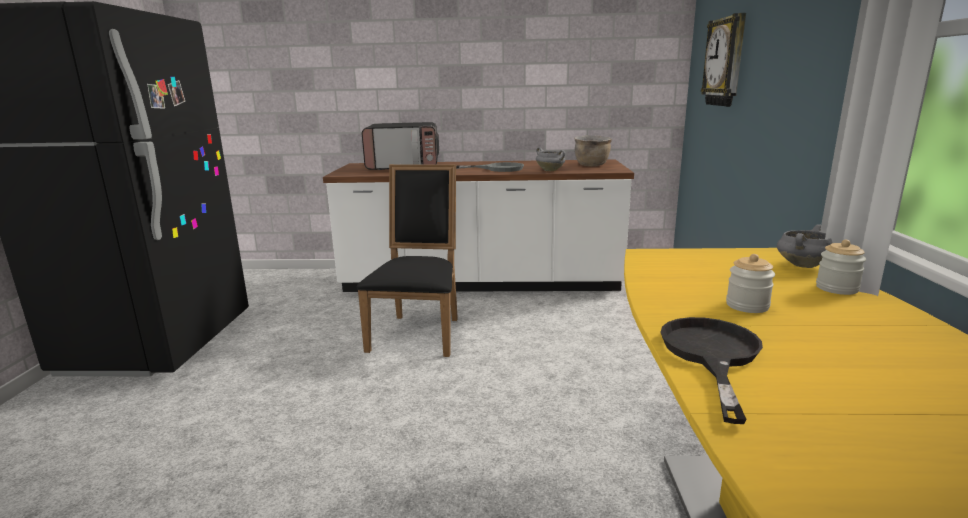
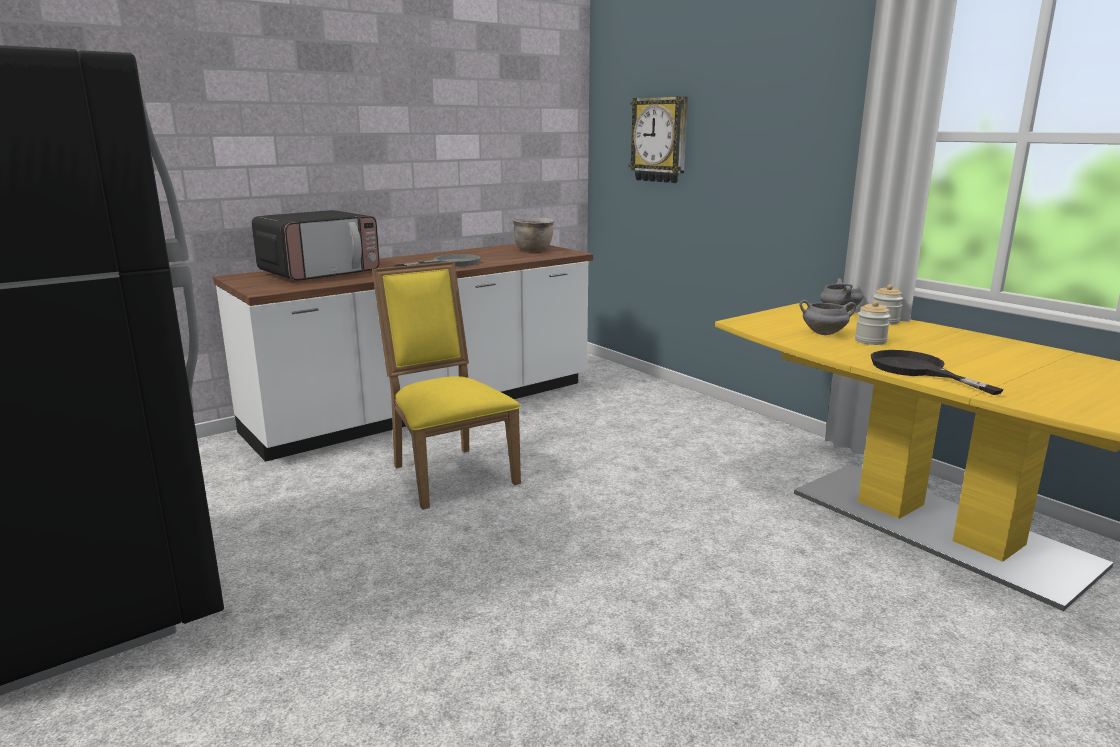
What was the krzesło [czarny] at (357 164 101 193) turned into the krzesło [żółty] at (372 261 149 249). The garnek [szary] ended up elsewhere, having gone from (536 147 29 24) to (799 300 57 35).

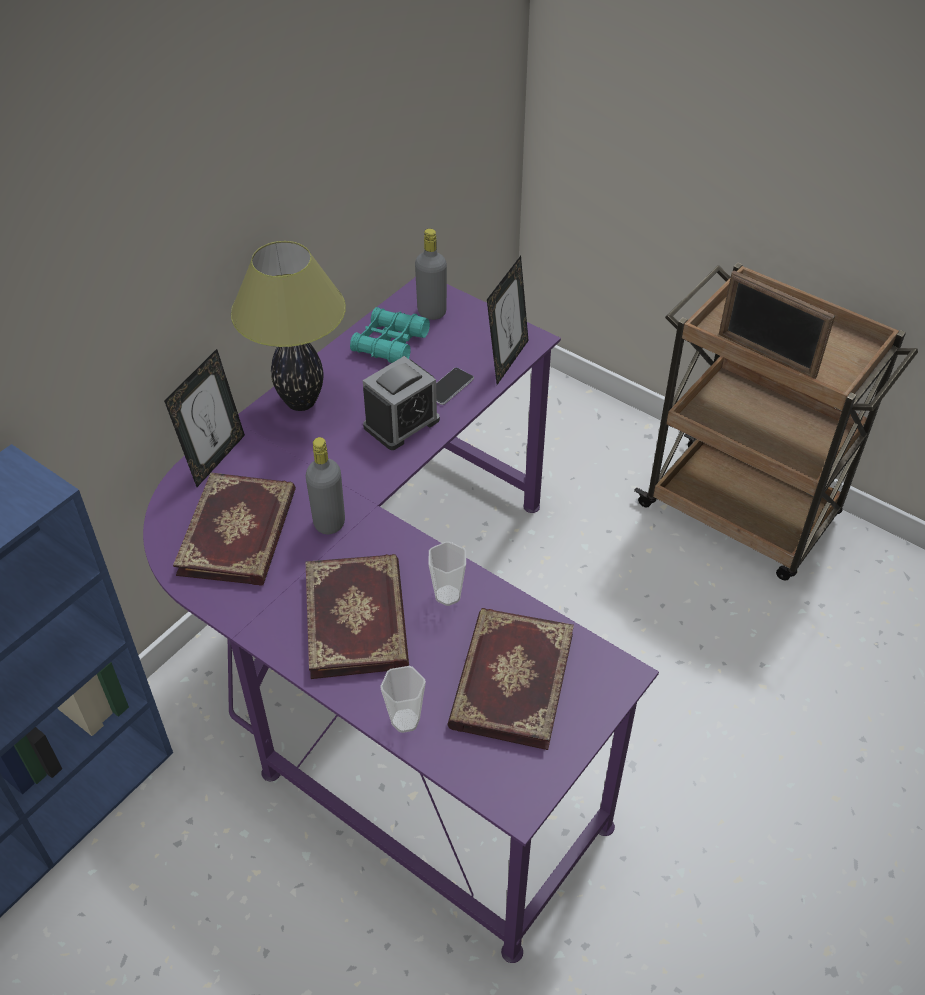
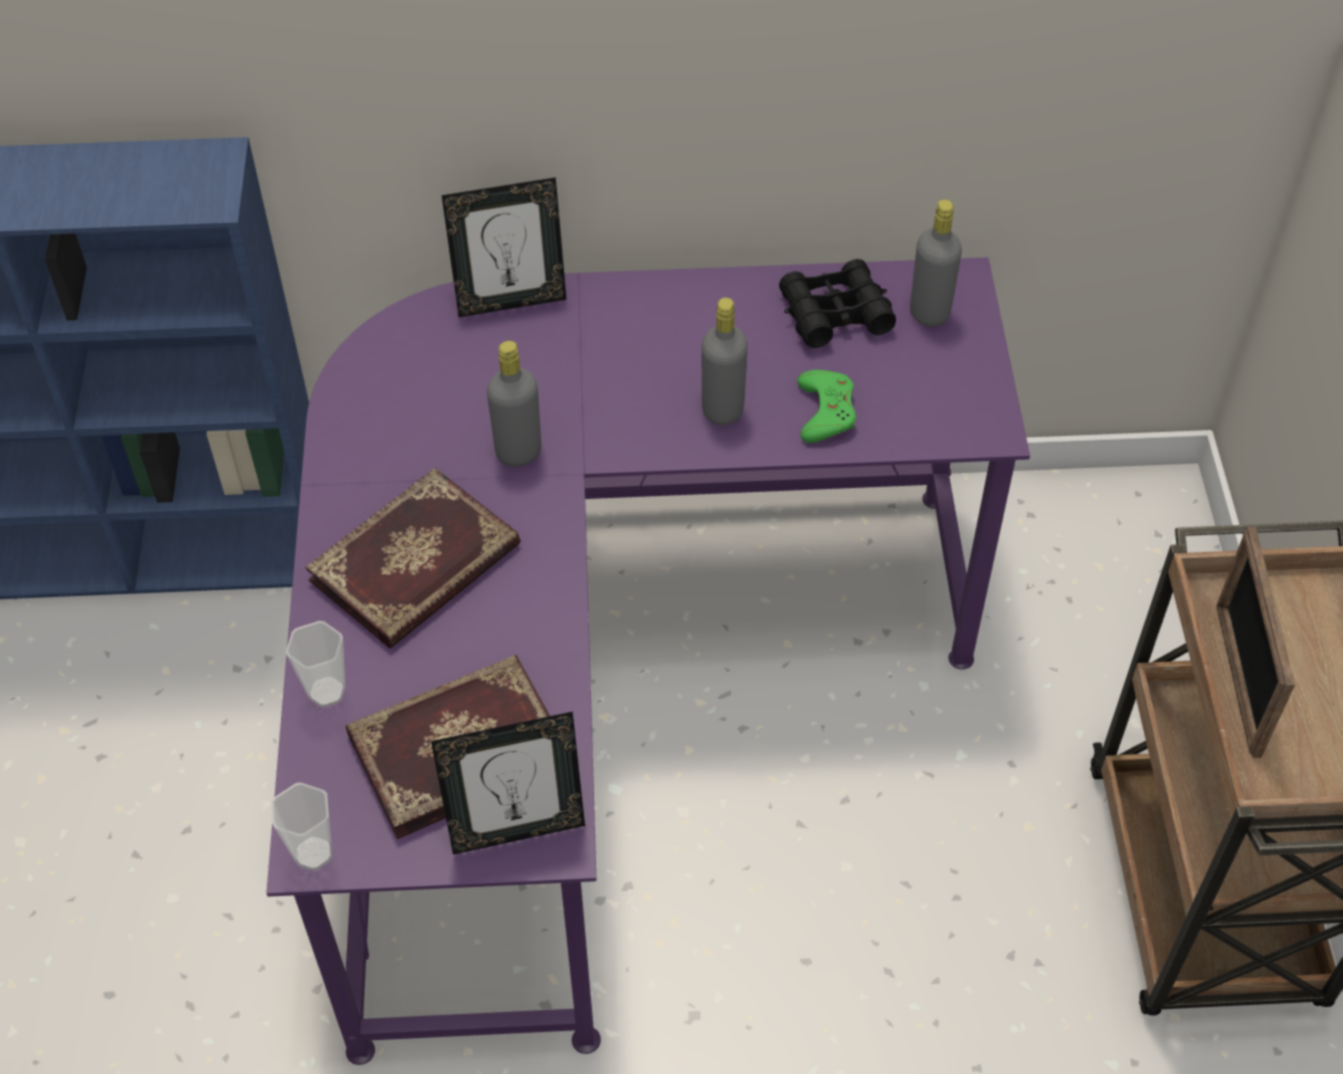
The filiżanka ended up elsewhere, having gone from (428 541 38 65) to (271 782 61 89). The ramka na zdjęcie ended up elsewhere, having gone from (487 256 42 129) to (431 711 154 144). Where the budzik stood at (363 356 77 94), the butelka [szary] came to stand at (701 297 47 128). What was the lornetka [turkusowy] at (350 307 80 56) turned into the lornetka [czarny] at (779 259 117 89). Where the telefon stood at (436 368 38 37), the pad do gier [zielony] came to stand at (797 370 59 73). The second view lost the książka at (173 473 123 113). The second view lost the lampa stołowa at (231 241 115 170).

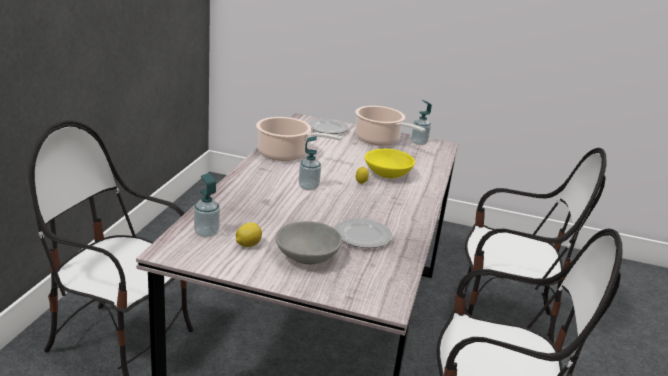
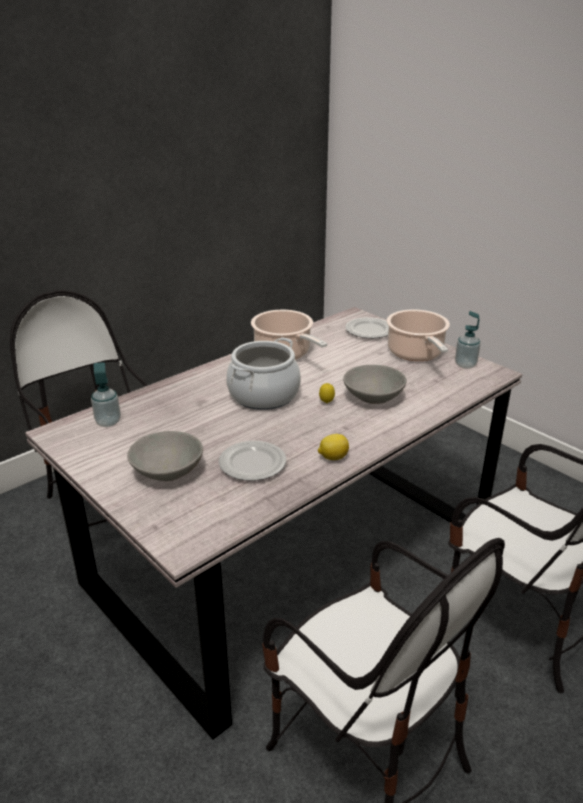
Where the dozownik mydła stood at (299 136 22 55), the garnek came to stand at (226 337 75 73). The cytryna ended up elsewhere, having gone from (236 222 26 25) to (318 434 31 26). What was the miska [żółty] at (365 149 50 29) turned into the miska [szary] at (343 365 64 39).

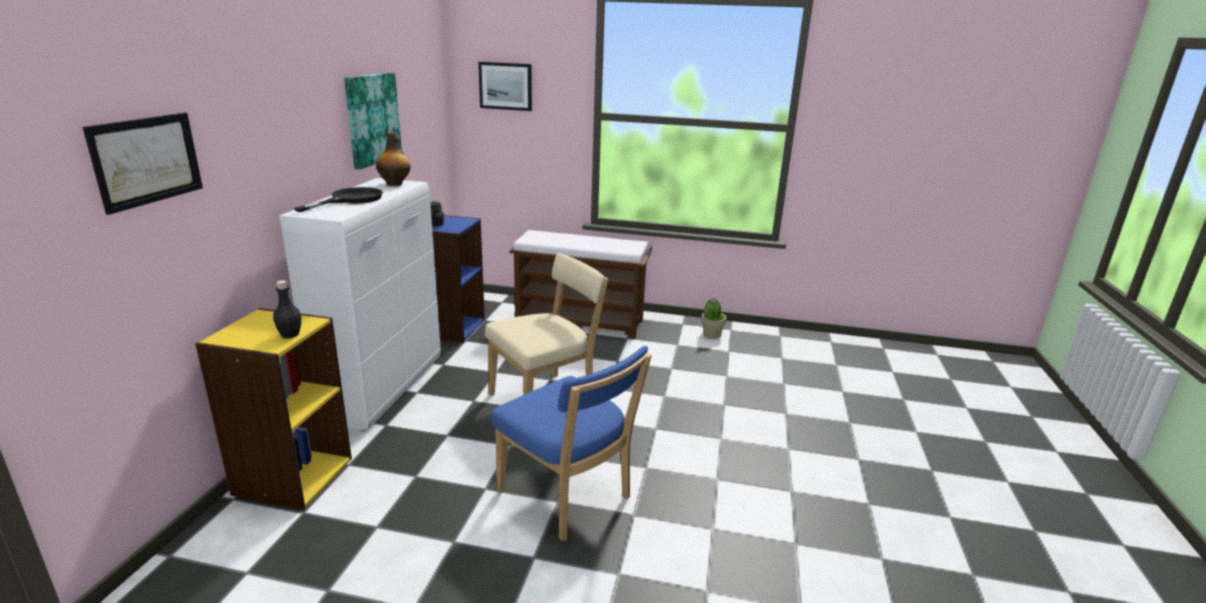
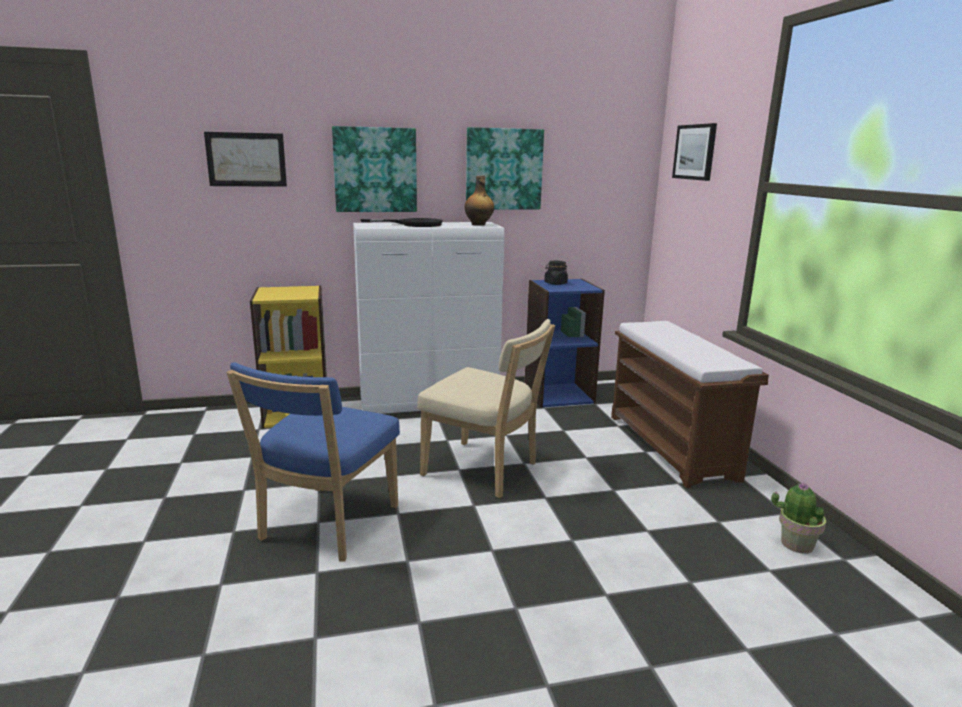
The second view gained the obraz at (332 126 85 86). The second view lost the butelka [czarny] at (273 280 28 58).

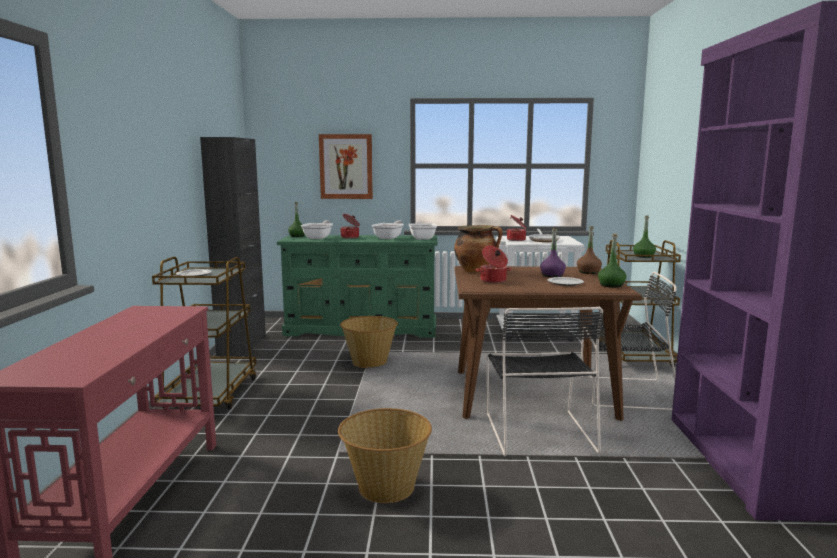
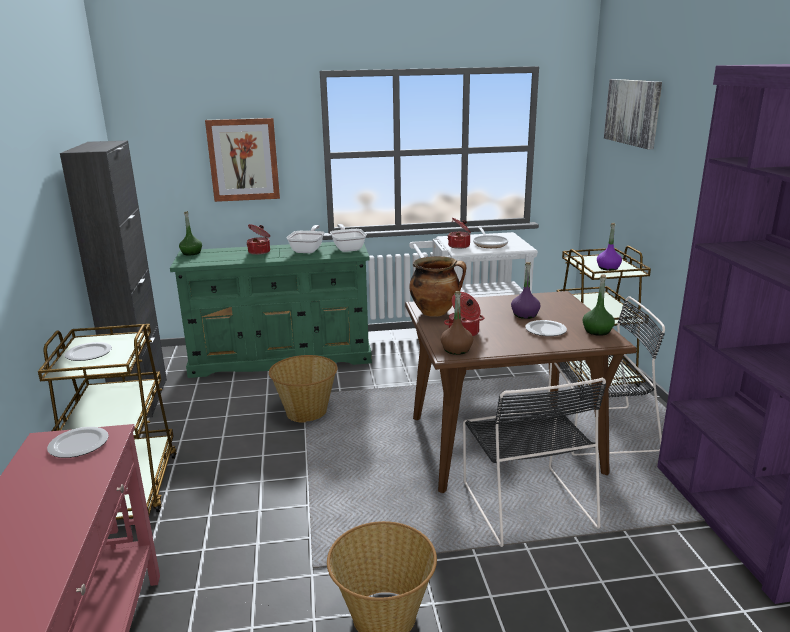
The second view gained the talerz at (47 427 62 31). The butelka [brązowy] ended up elsewhere, having gone from (577 226 25 48) to (440 291 33 64). What was the butelka [zielony] at (633 215 23 43) turned into the butelka [fioletowy] at (597 223 25 48). The second view gained the obraz at (604 79 58 70). The second view lost the patelnia at (301 220 32 19).

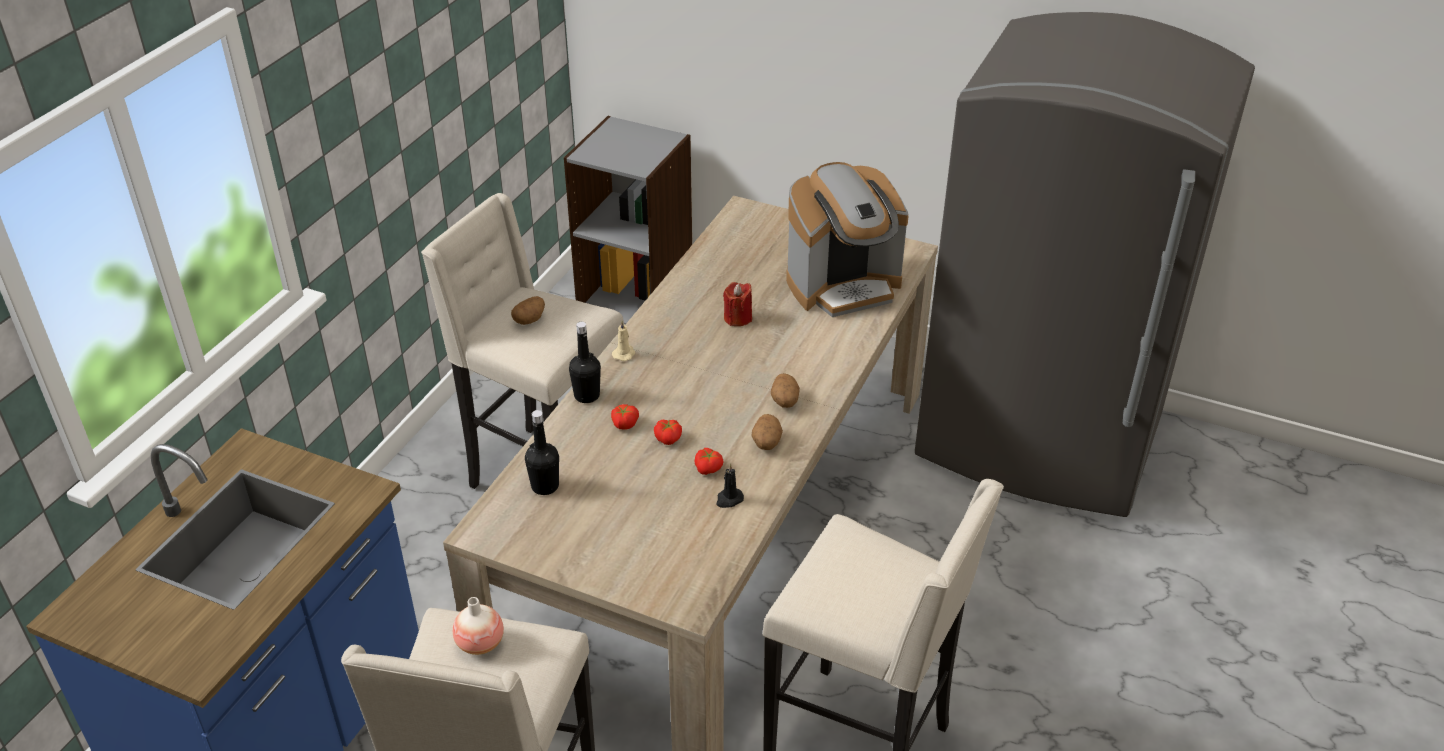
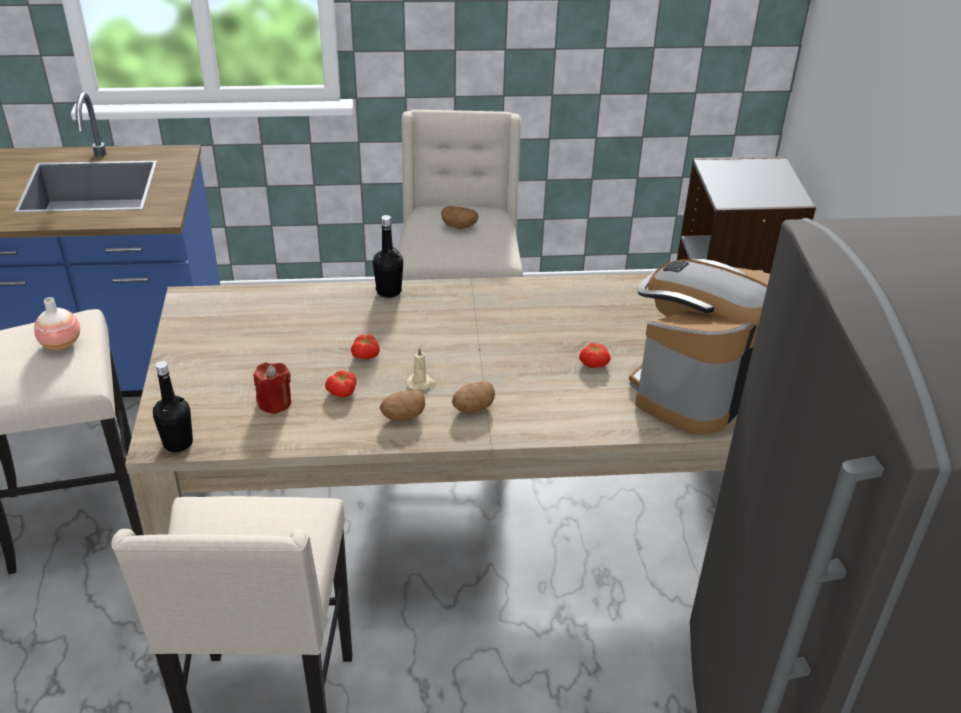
The butelka [czarny] ended up elsewhere, having gone from (525 410 34 85) to (153 361 40 91). The świeca [czerwony] ended up elsewhere, having gone from (723 282 29 44) to (254 363 37 51). The świeca [beżowy] ended up elsewhere, having gone from (612 321 23 40) to (407 347 29 43). The pomidor ended up elsewhere, having gone from (611 404 28 26) to (579 343 32 25). The ekspres do kawy at (786 162 123 155) ended up facing another way, 90 degrees clockwise from before. The second view lost the świeca [czarny] at (716 464 28 44).

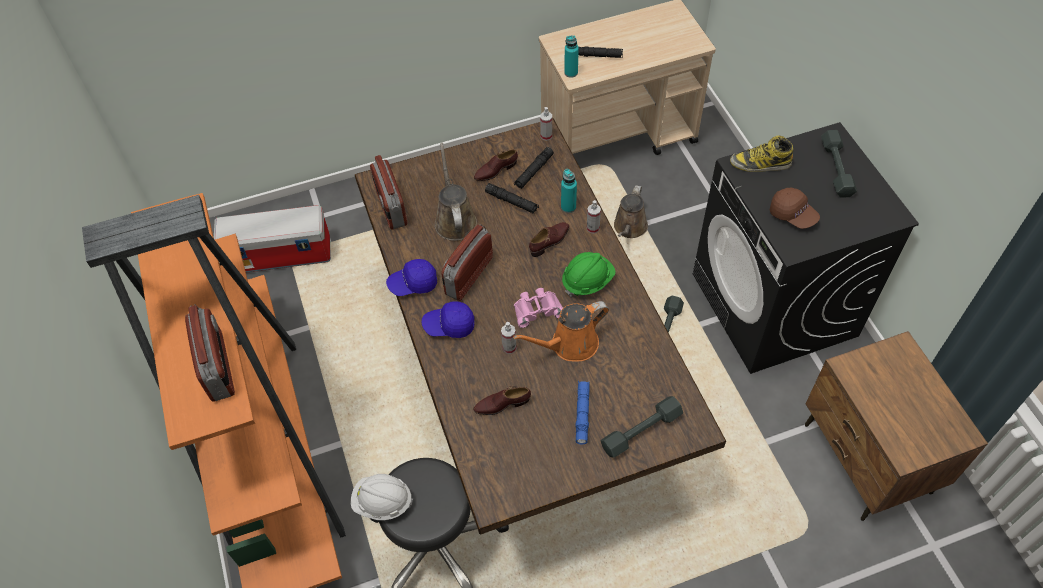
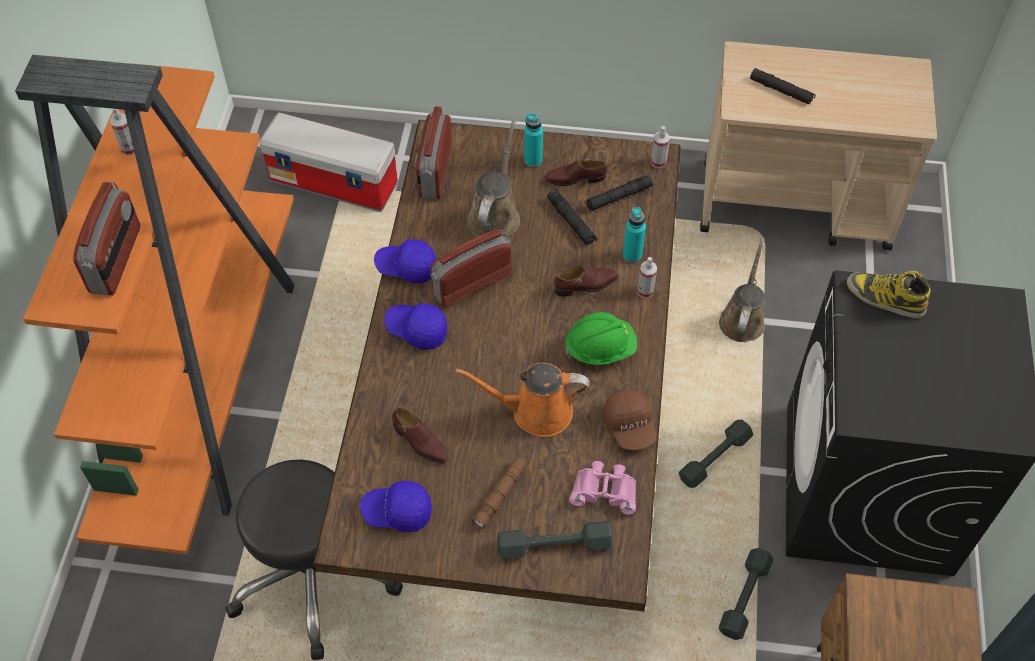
The spryskiwacz ended up elsewhere, having gone from (501 322 16 32) to (109 109 26 47). The second view gained the czapka z daszkiem [niebieski] at (360 481 72 51). The but [brązowy] at (473 386 58 29) ended up facing another way, 150 degrees counterclockwise from before. What was the latarka [niebieski] at (576 381 14 63) turned into the latarka [brązowy] at (472 455 57 74). The butelka [turkusowy] ended up elsewhere, having gone from (564 36 15 42) to (524 113 19 54). The lornetka [różowy] ended up elsewhere, having gone from (514 288 49 40) to (569 461 67 54). The czapka z daszkiem [brązowy] ended up elsewhere, having gone from (770 188 50 41) to (602 389 54 61). The konewka [brązowy] at (614 185 34 53) ended up facing another way, 150 degrees clockwise from before. The hantel [szary] ended up elsewhere, having gone from (821 130 36 68) to (719 548 54 92). The second view lost the kask [biały] at (351 474 62 46).

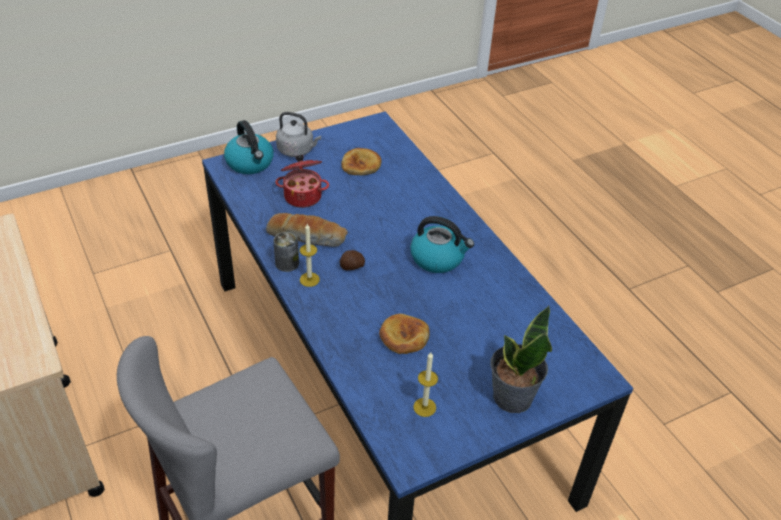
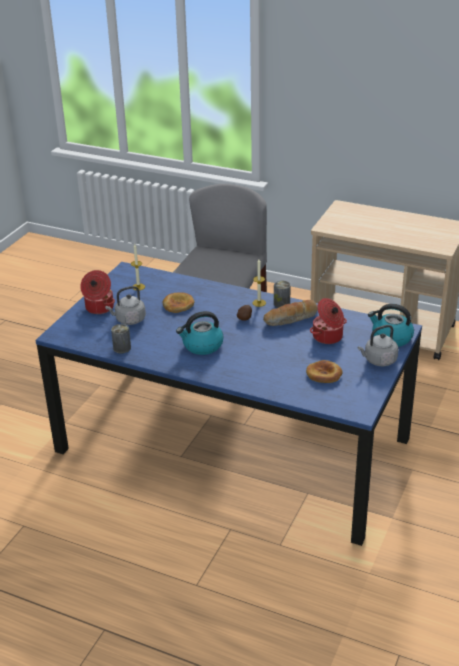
Where the roślina doniczkowa stood at (490 306 62 107), the garnek came to stand at (80 270 35 44). The second view gained the czajnik [szary] at (105 286 41 39). The second view gained the puszka at (111 324 20 29).

